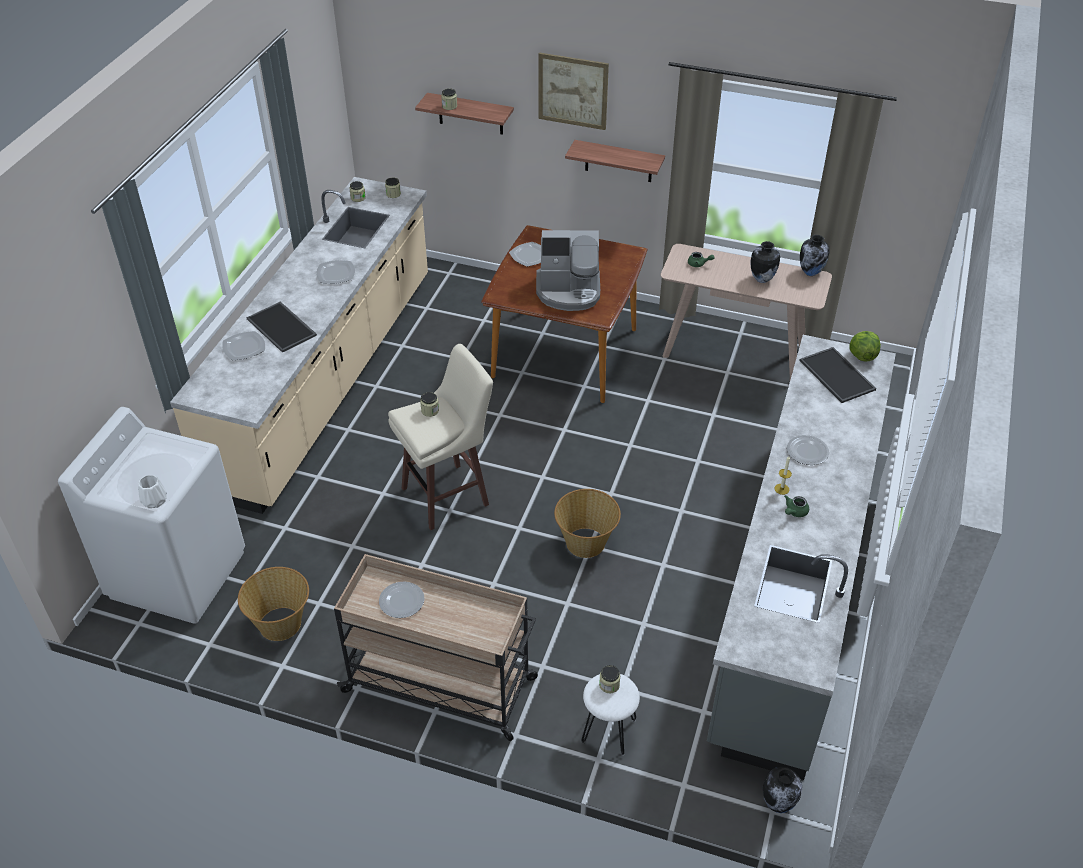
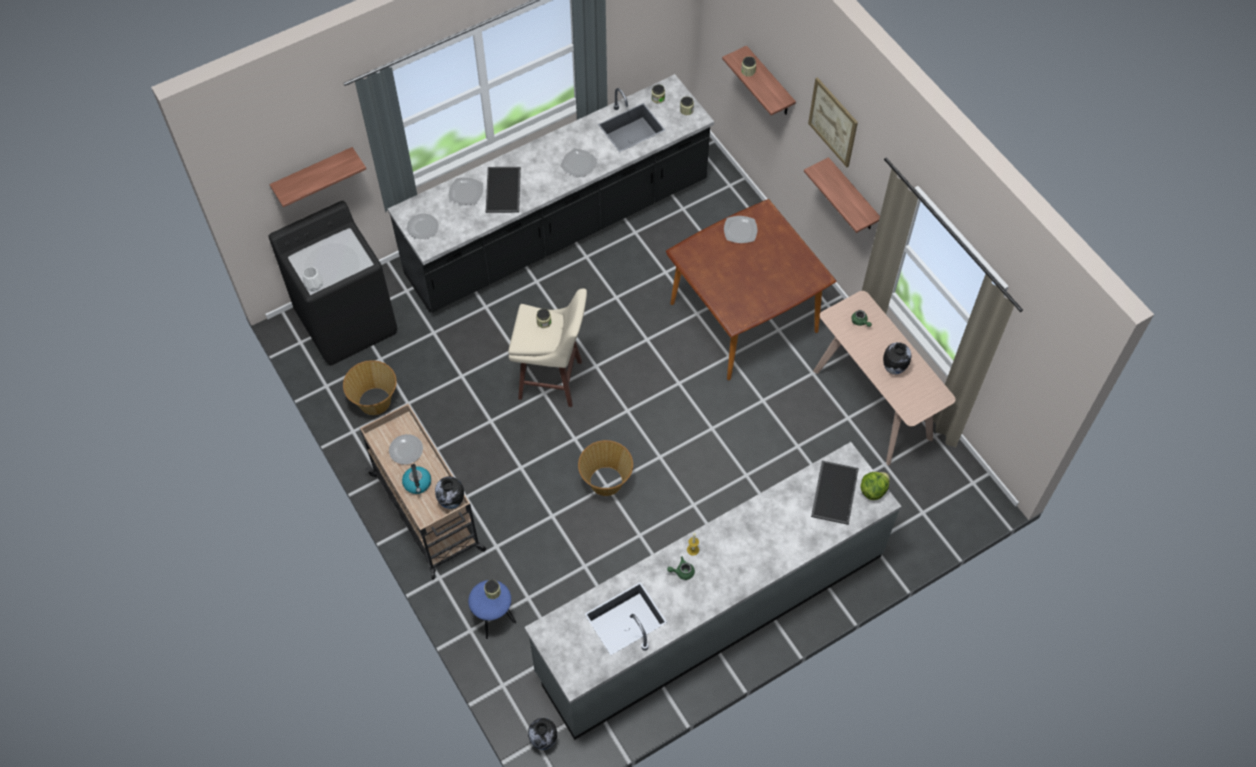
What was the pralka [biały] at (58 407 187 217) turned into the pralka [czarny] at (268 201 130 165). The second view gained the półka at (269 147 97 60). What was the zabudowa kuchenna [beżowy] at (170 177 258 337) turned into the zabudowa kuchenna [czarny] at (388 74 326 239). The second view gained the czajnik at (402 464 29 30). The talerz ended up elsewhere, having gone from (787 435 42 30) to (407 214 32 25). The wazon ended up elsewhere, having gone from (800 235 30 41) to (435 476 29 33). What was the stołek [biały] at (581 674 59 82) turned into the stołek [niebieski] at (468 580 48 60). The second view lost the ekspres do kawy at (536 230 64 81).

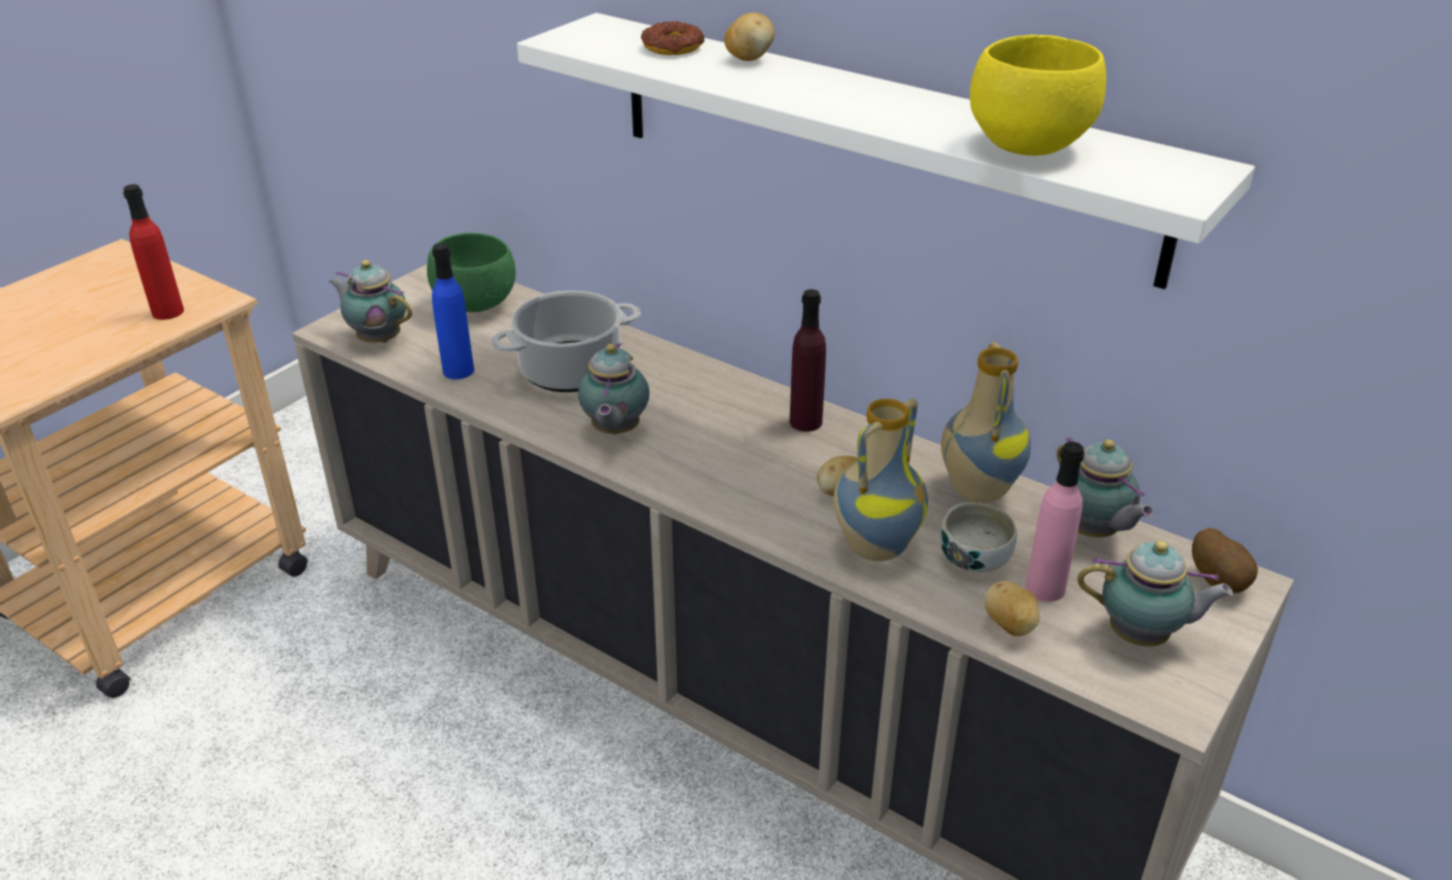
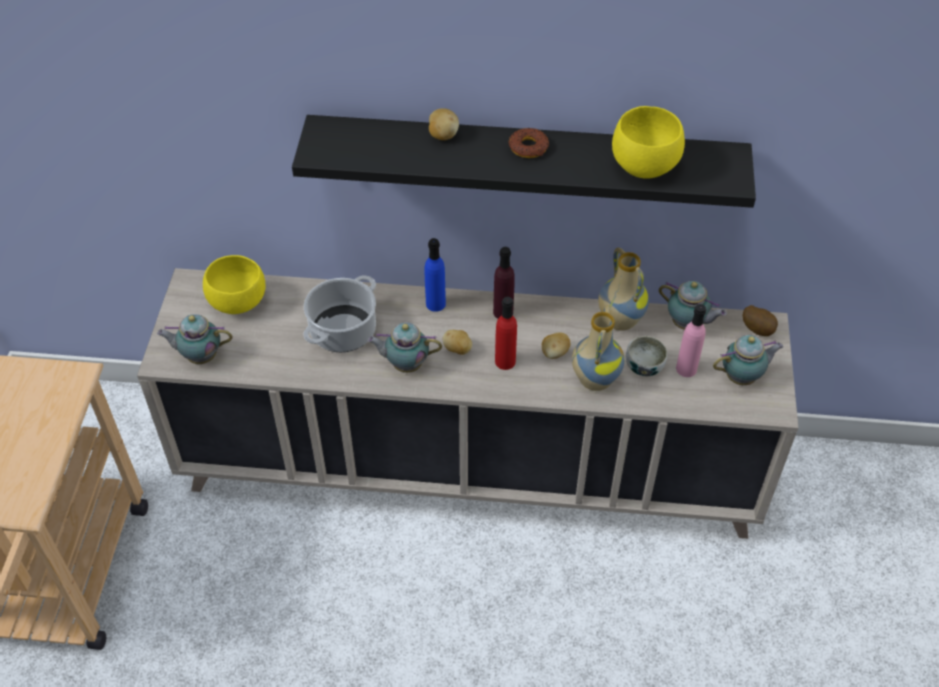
What was the miska [zielony] at (427 233 89 79) turned into the miska [żółty] at (203 255 63 59). What was the półka [biały] at (517 13 738 276) turned into the półka [czarny] at (292 115 464 93). The imbryk at (578 343 71 92) ended up facing another way, 120 degrees clockwise from before. The butelka [niebieski] ended up elsewhere, having gone from (432 243 42 136) to (425 238 21 74). The ziemniak ended up elsewhere, having gone from (984 581 56 55) to (443 330 29 25). The butelka [czerwony] ended up elsewhere, having gone from (123 184 61 136) to (495 297 22 73). The donut ended up elsewhere, having gone from (641 21 64 34) to (509 128 40 30).

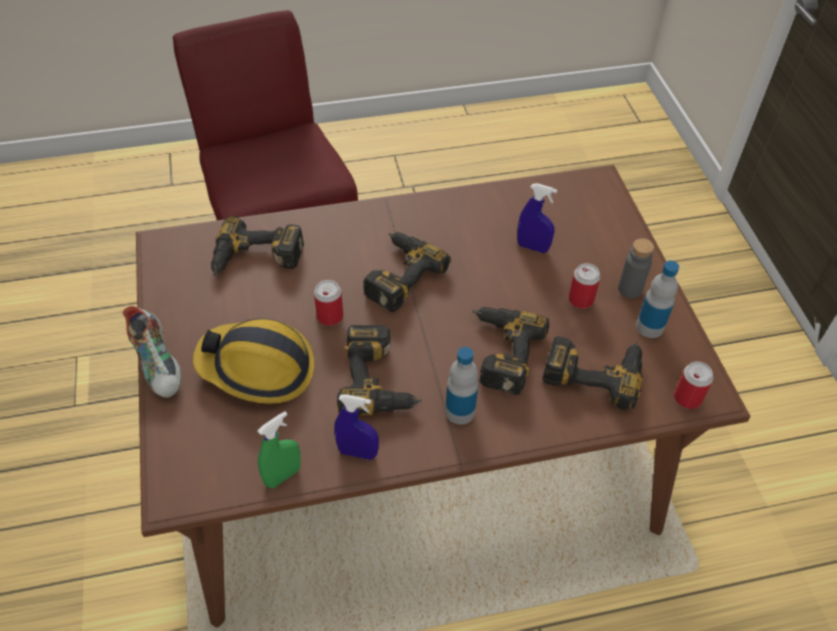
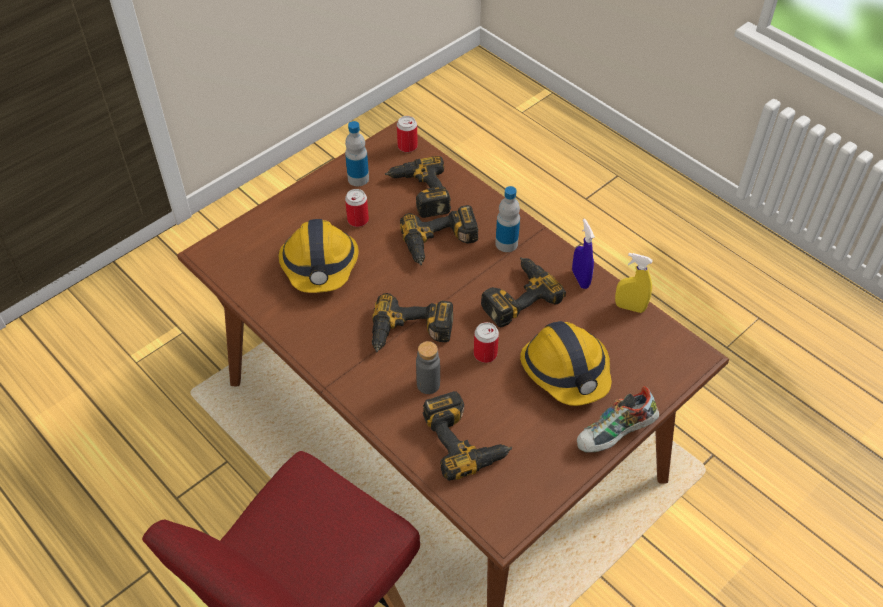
Where the spryskiwacz [niebieski] stood at (517 183 40 70), the kask came to stand at (278 219 81 74). The butelka [szary] ended up elsewhere, having gone from (618 238 36 60) to (416 341 24 53). The but at (123 306 58 92) ended up facing another way, 150 degrees counterclockwise from before. What was the spryskiwacz [zielony] at (258 411 43 77) turned into the spryskiwacz [żółty] at (615 253 38 60).

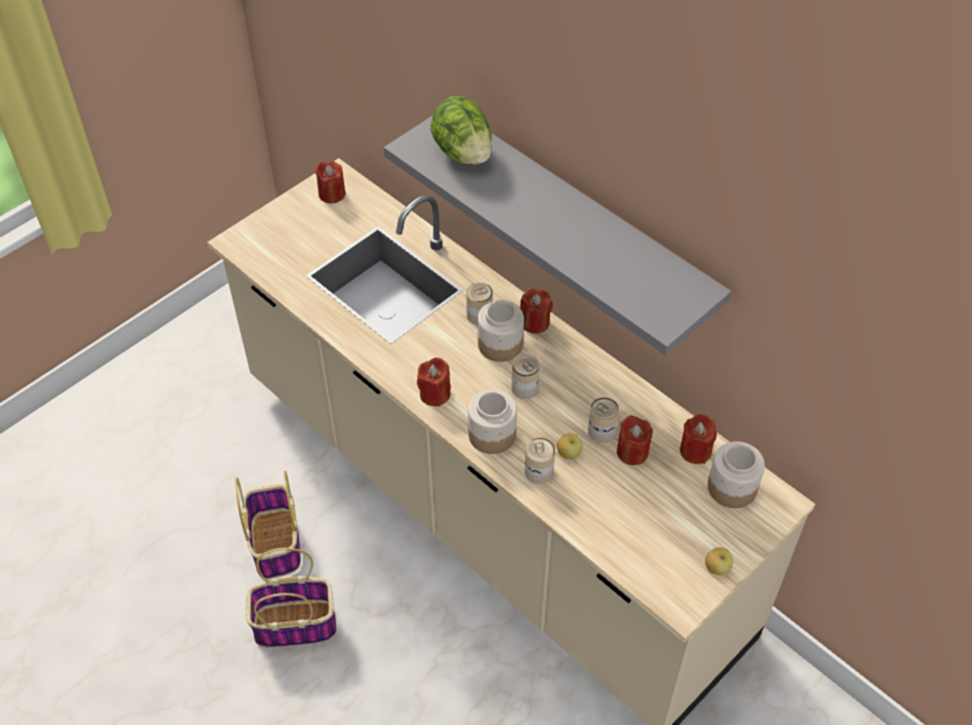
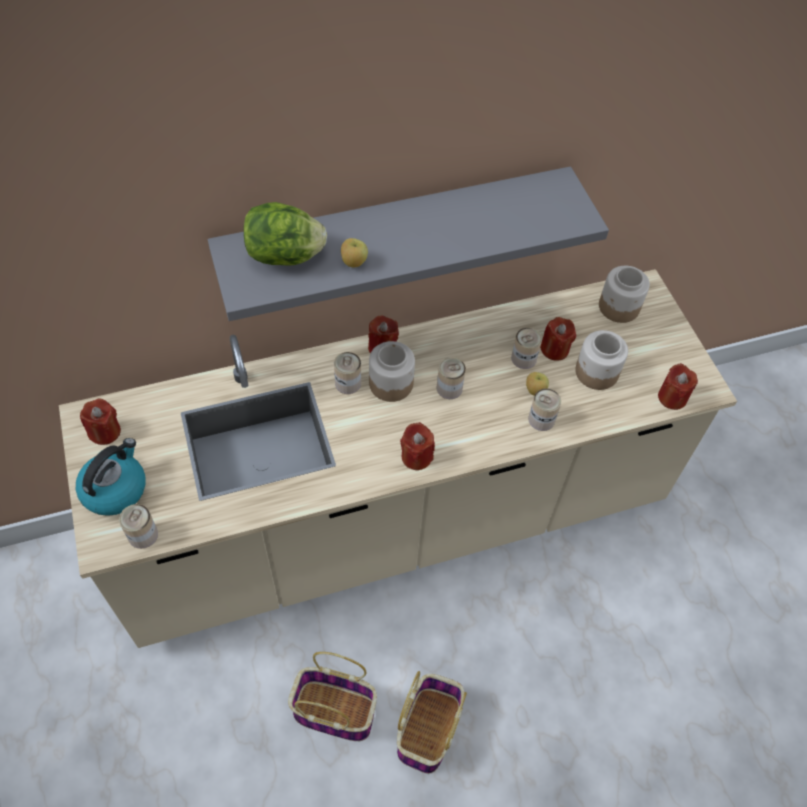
The second view gained the czajnik at (76 438 69 78). The second view gained the puszka at (119 504 39 45). The jabłko ended up elsewhere, having gone from (705 547 28 28) to (341 238 27 30). The słoik ended up elsewhere, having gone from (468 389 49 65) to (575 330 53 60). The świeca [czerwony] ended up elsewhere, having gone from (680 414 37 50) to (658 363 40 47).

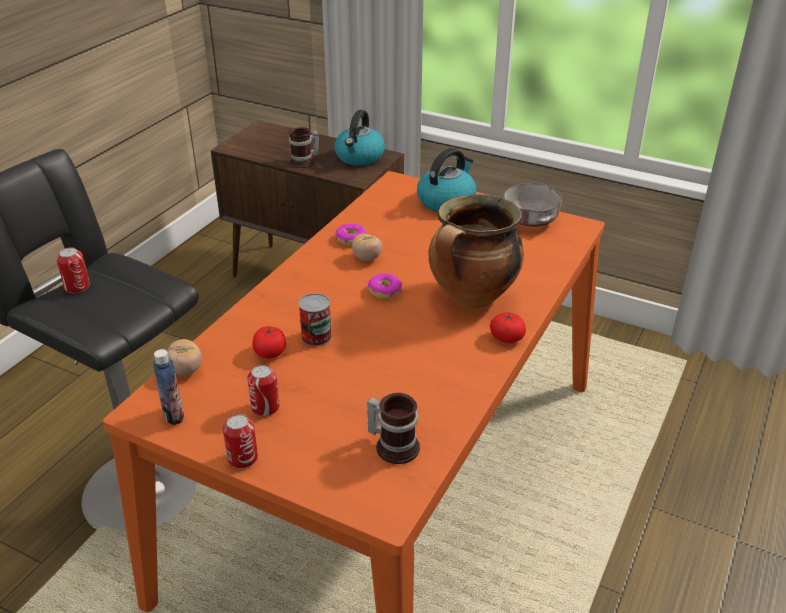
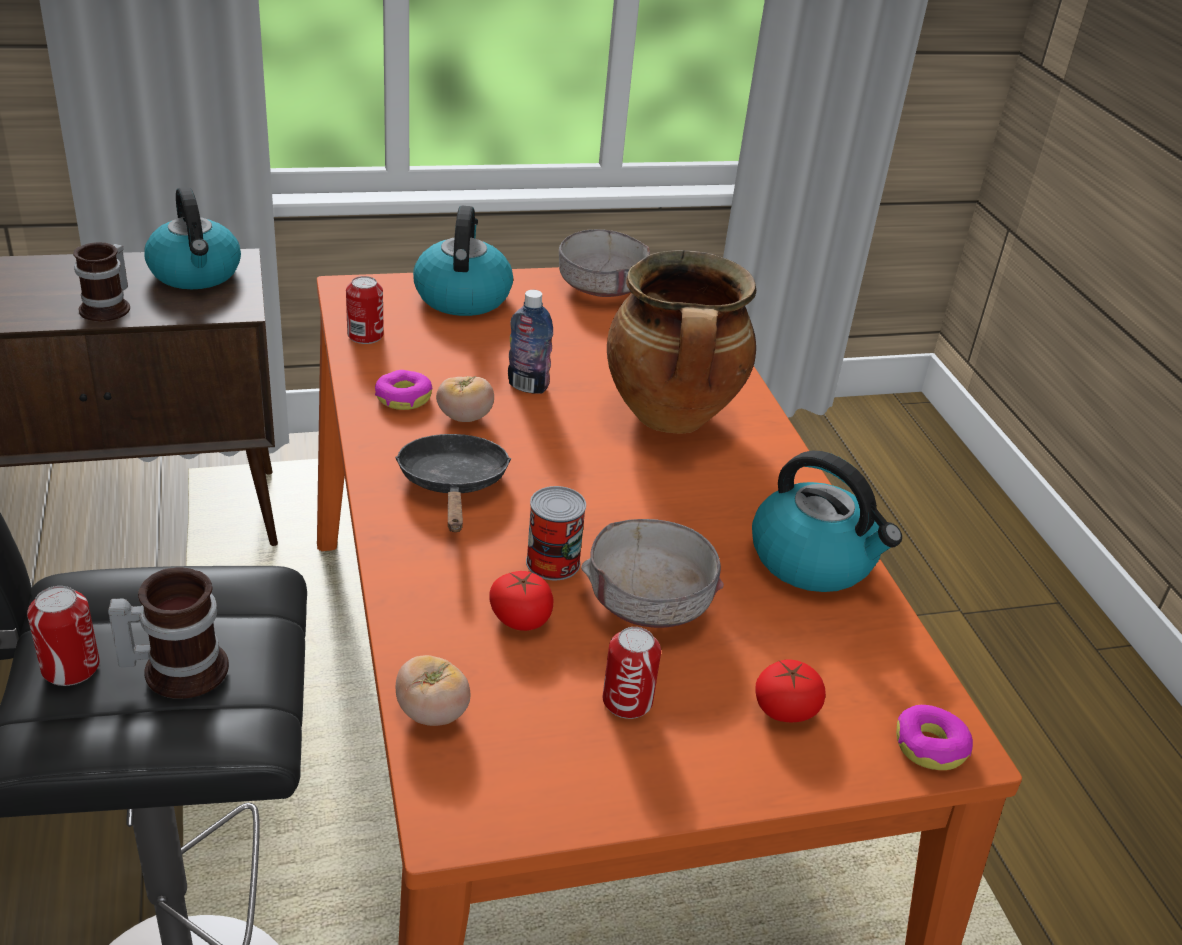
The kubek ended up elsewhere, having gone from (367 393 53 71) to (108 567 121 132). The puszka ended up elsewhere, having gone from (223 414 35 55) to (346 276 38 68). The second view gained the patelnia [czarny] at (395 434 116 98). The butelka ended up elsewhere, having gone from (153 349 31 76) to (508 290 45 104). The second view gained the miska [szary] at (581 519 143 109). The second view gained the czajnik at (752 451 150 141). The pomidor ended up elsewhere, having gone from (490 312 36 31) to (756 659 70 63). The donut ended up elsewhere, having gone from (368 273 34 26) to (896 705 77 65).

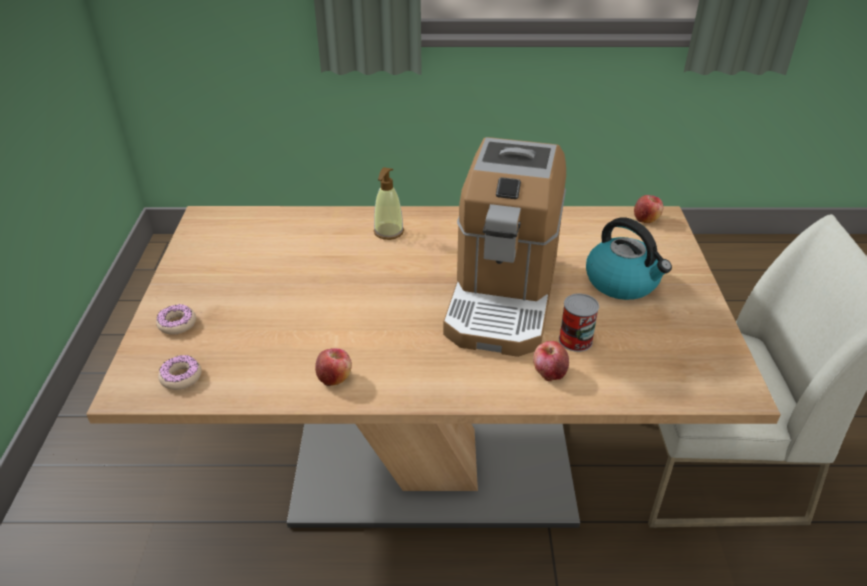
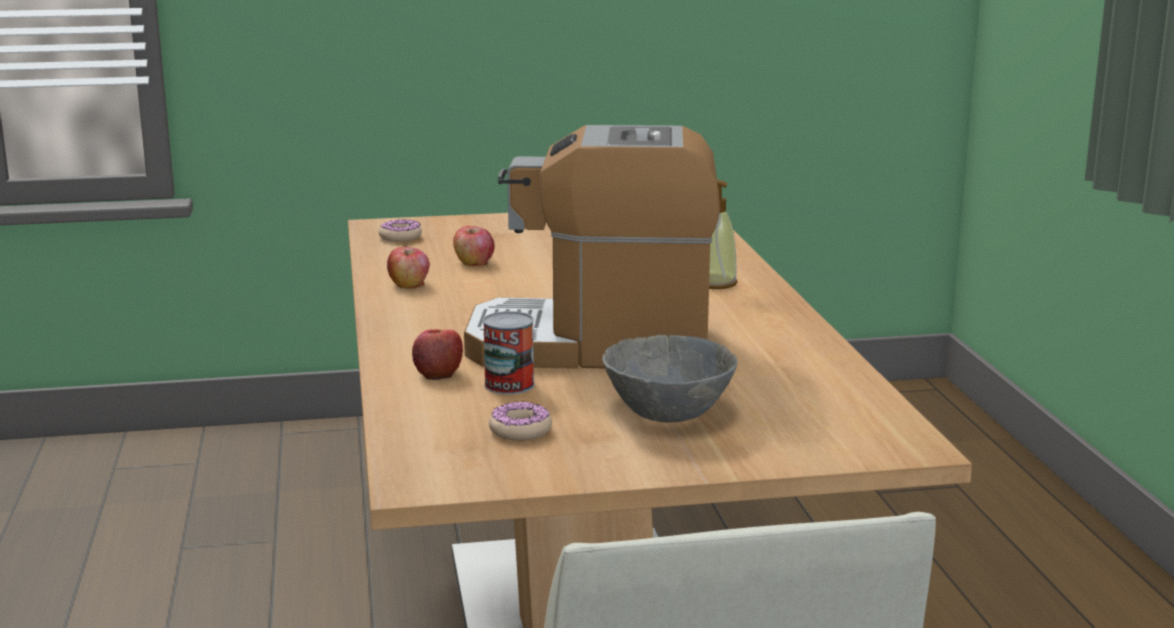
The jabłko ended up elsewhere, having gone from (634 195 29 28) to (453 226 41 40). The donut ended up elsewhere, having gone from (156 304 40 31) to (489 401 63 39). Where the czajnik stood at (586 217 86 83), the miska [szary] came to stand at (602 335 136 87).

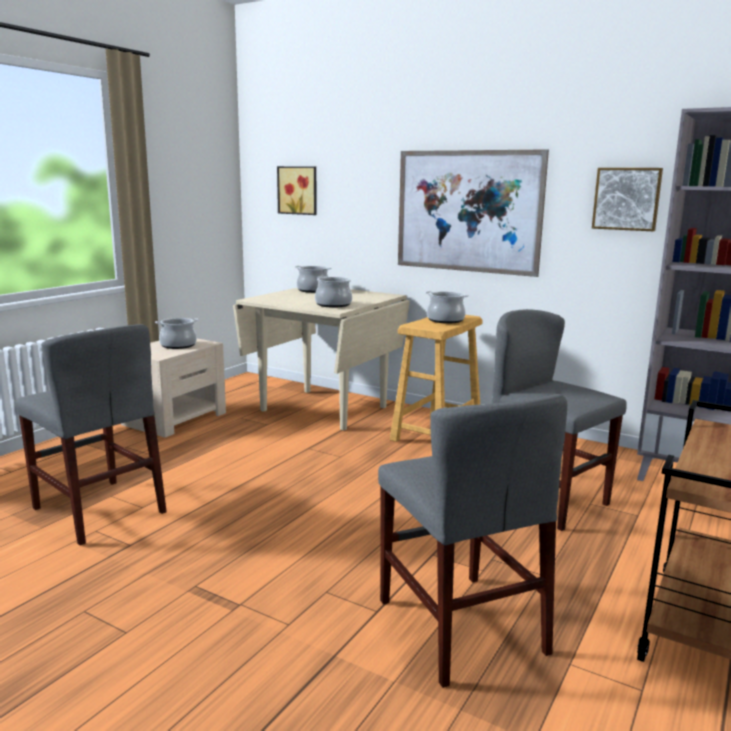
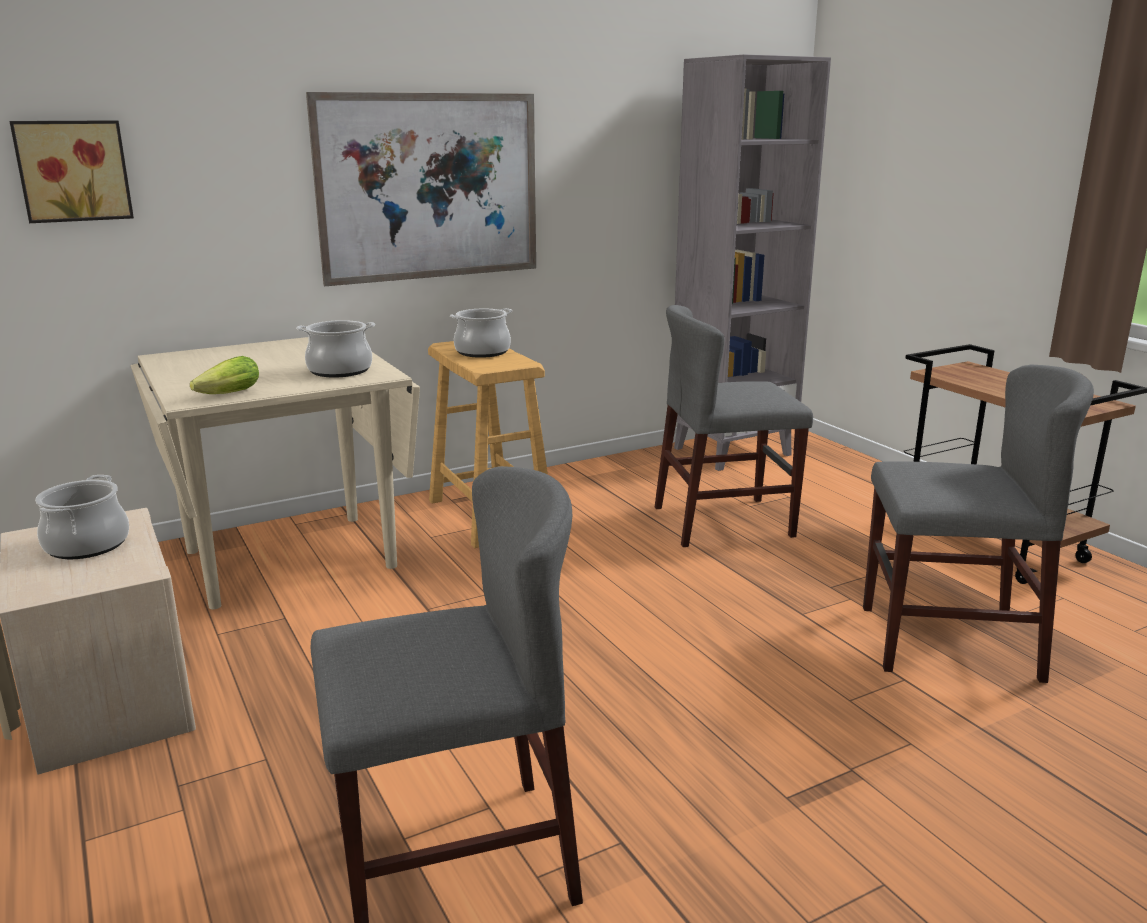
The second view gained the sałata at (190 356 69 38). The second view lost the garnek at (295 266 37 27). The second view lost the obraz at (592 168 71 63).

